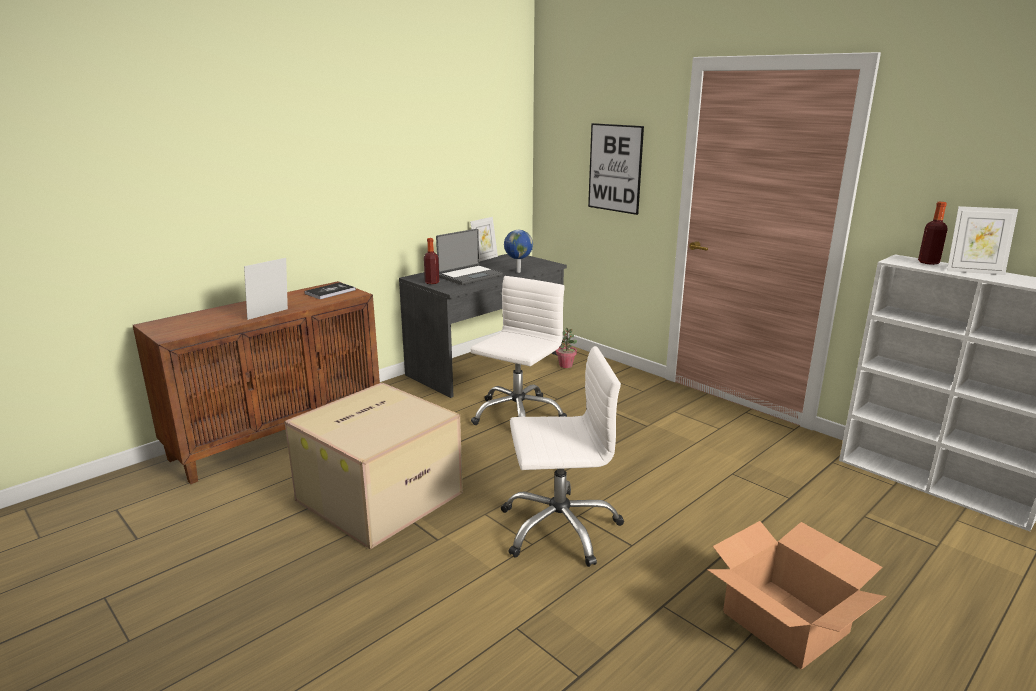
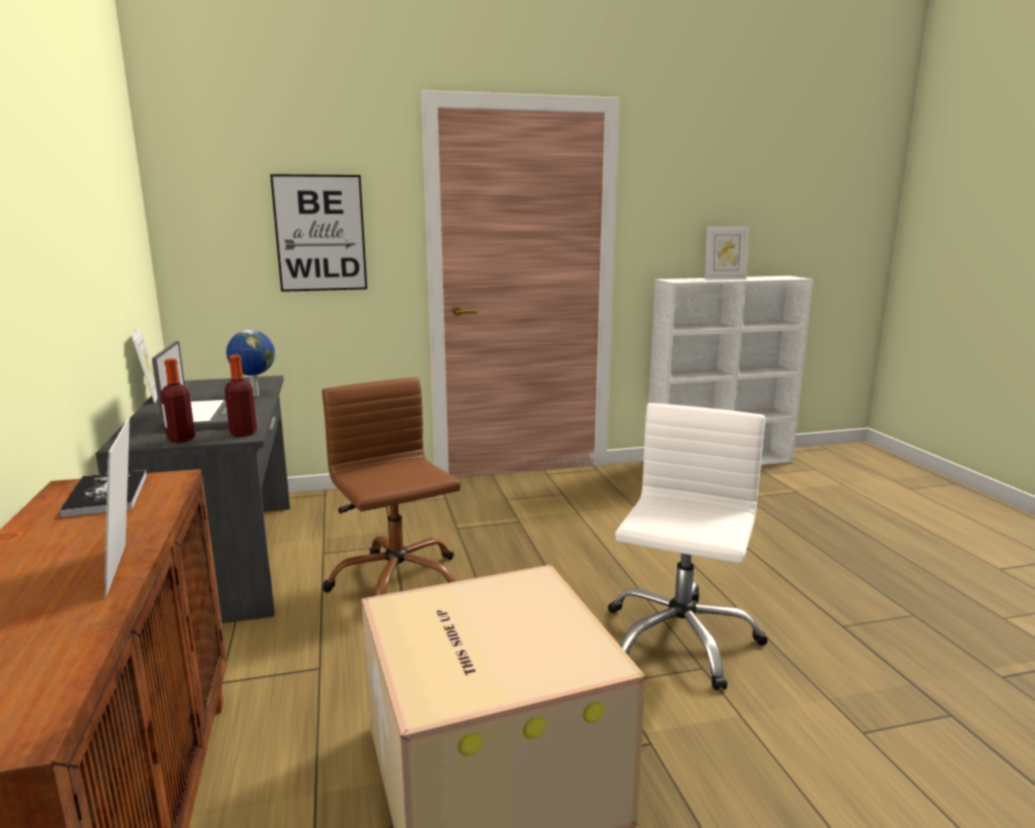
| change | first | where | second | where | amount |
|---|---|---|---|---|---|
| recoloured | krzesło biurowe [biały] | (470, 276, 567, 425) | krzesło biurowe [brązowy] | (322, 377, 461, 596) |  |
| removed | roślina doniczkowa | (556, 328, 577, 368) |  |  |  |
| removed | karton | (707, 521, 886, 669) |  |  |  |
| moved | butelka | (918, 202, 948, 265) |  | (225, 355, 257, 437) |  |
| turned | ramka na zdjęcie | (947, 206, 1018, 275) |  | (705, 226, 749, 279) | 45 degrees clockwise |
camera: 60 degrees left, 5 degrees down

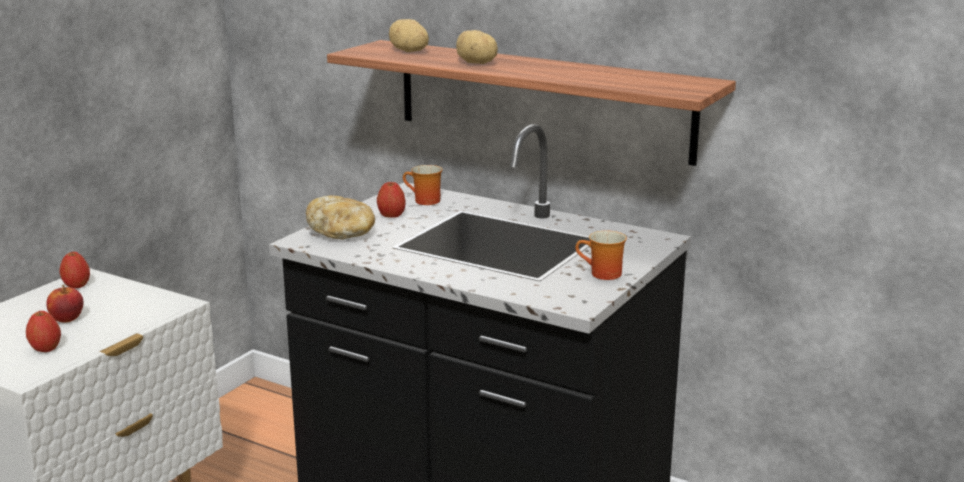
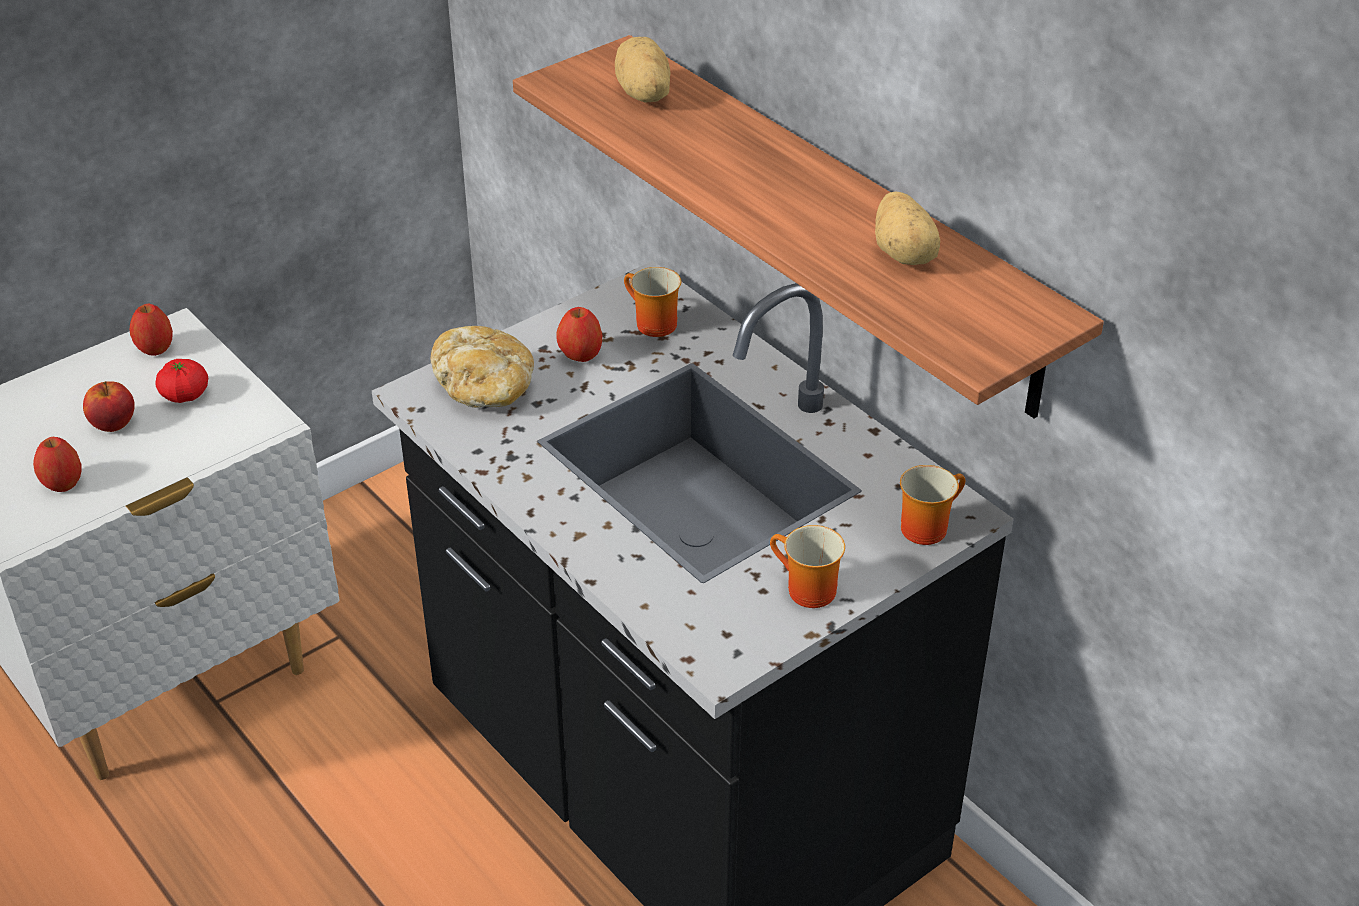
| change | first | where | second | where | amount |
|---|---|---|---|---|---|
| moved | ziemniak | (456, 30, 498, 64) |  | (875, 191, 940, 265) |  |
| added |  |  | pomidor | (155, 359, 208, 403) |  |
| added |  |  | kubek | (900, 465, 965, 545) |  |
camera: 20 degrees right, 20 degrees up

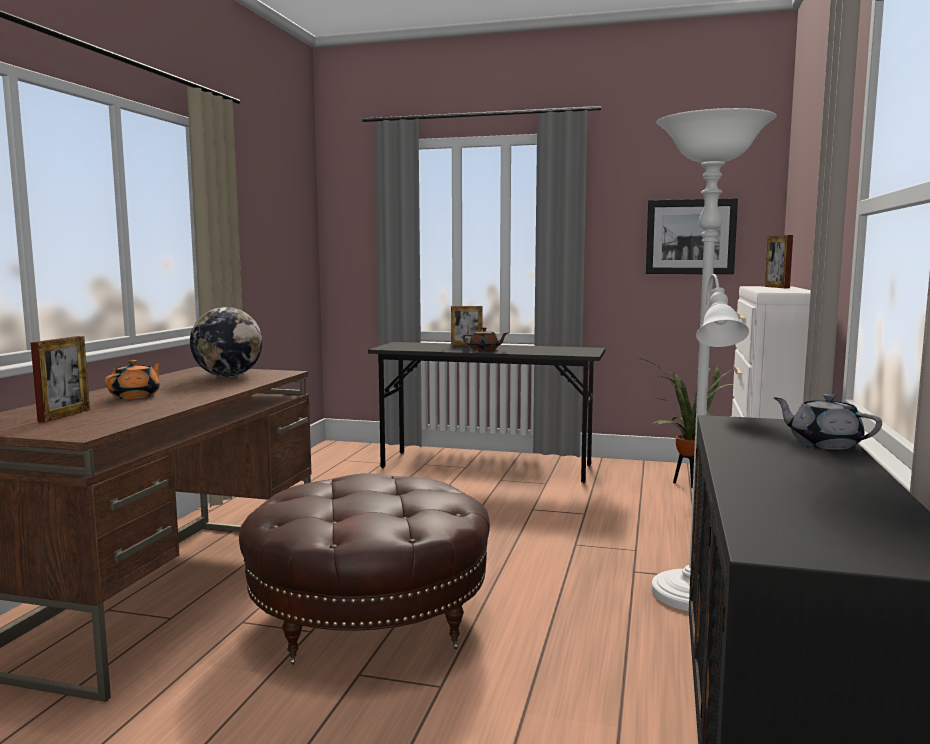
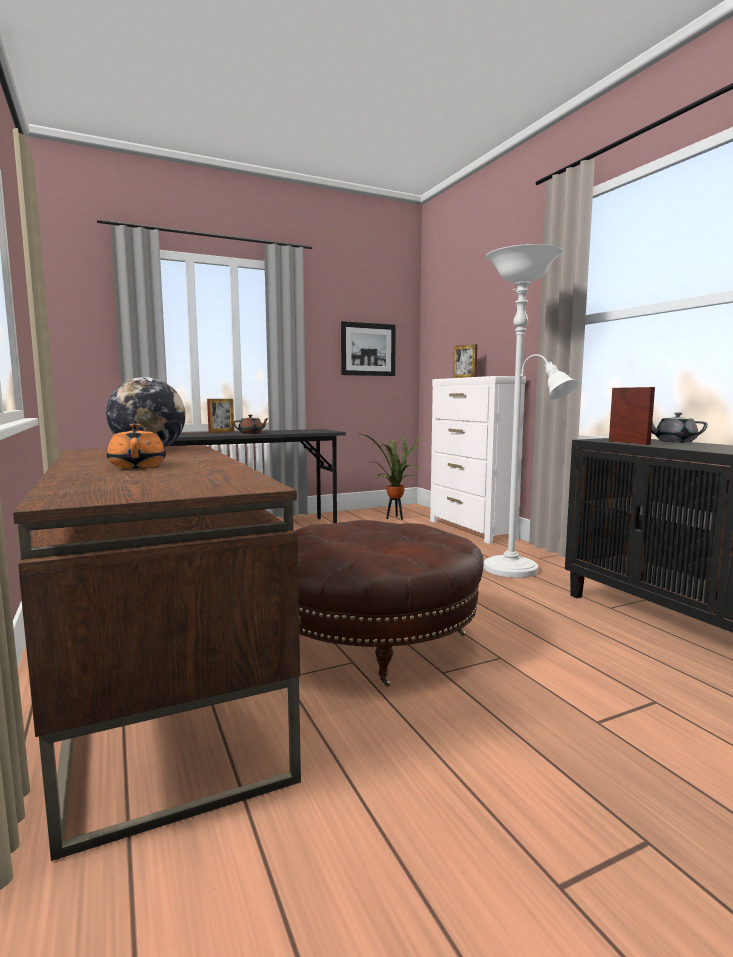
| change | first | where | second | where | amount |
|---|---|---|---|---|---|
| moved | ramka na zdjęcie | (30, 336, 90, 422) |  | (609, 387, 655, 445) |  |
camera: 40 degrees left, 0 degrees up

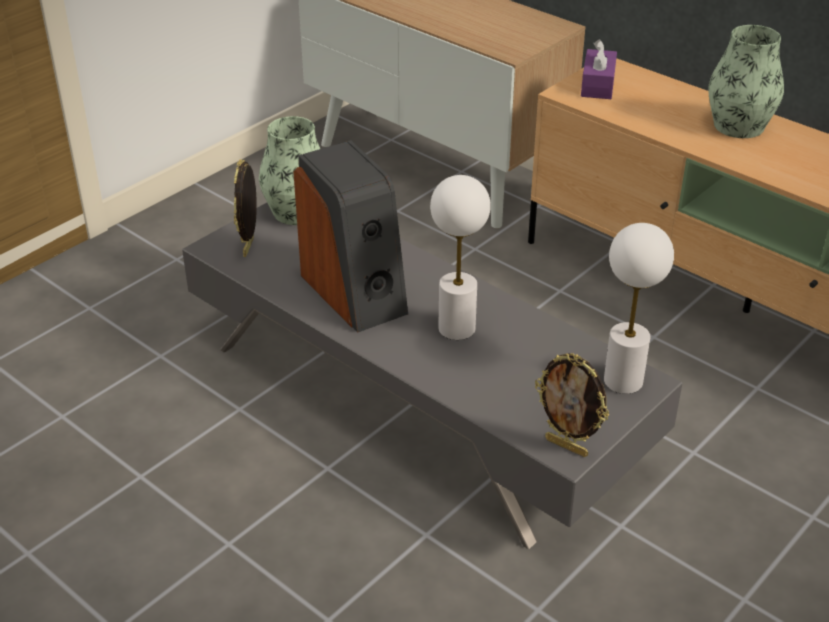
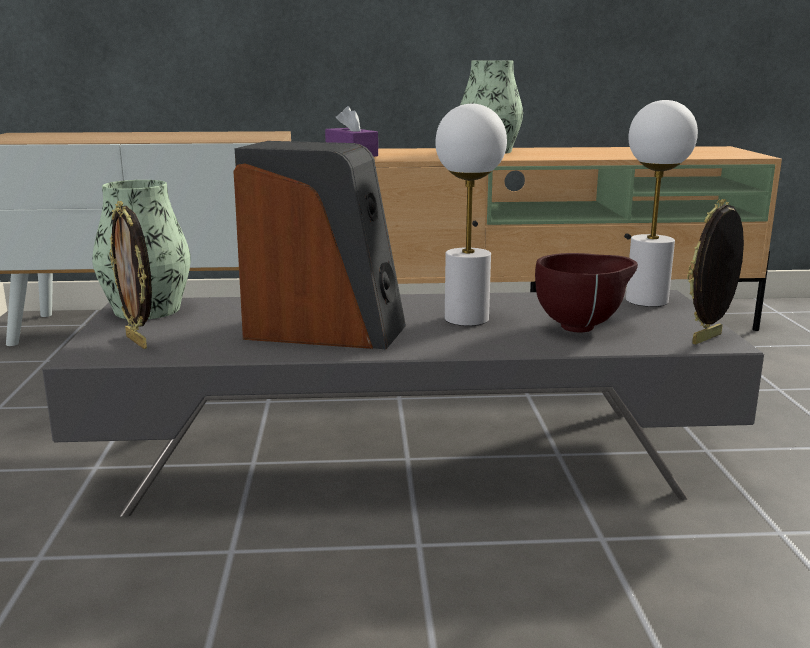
| change | first | where | second | where | amount |
|---|---|---|---|---|---|
| turned | ramka na zdjęcie | (535, 353, 609, 457) |  | (687, 199, 744, 345) | 150 degrees clockwise |
| added |  |  | miska [brązowy] | (535, 253, 638, 332) |  |
camera: 45 degrees left, 20 degrees down

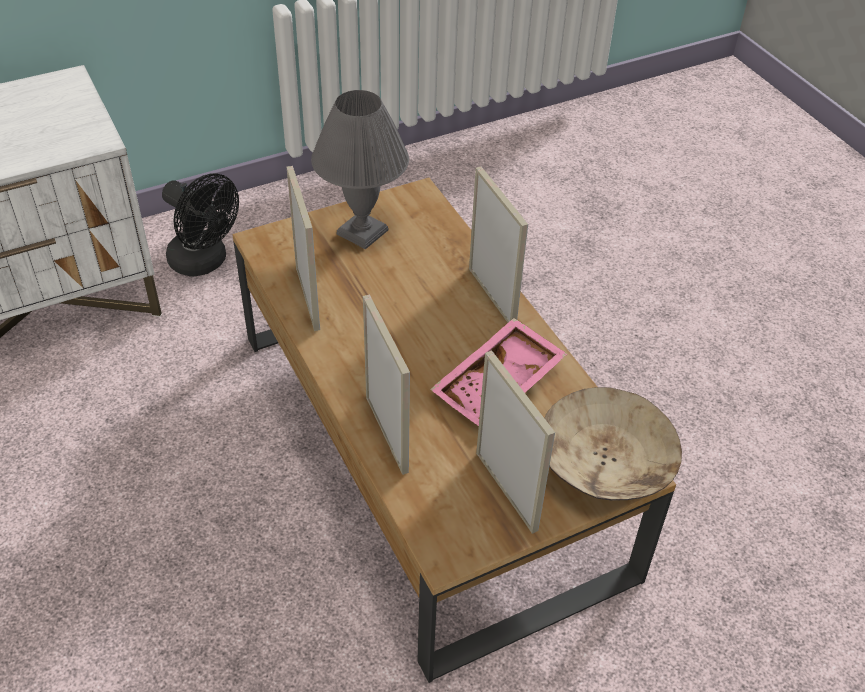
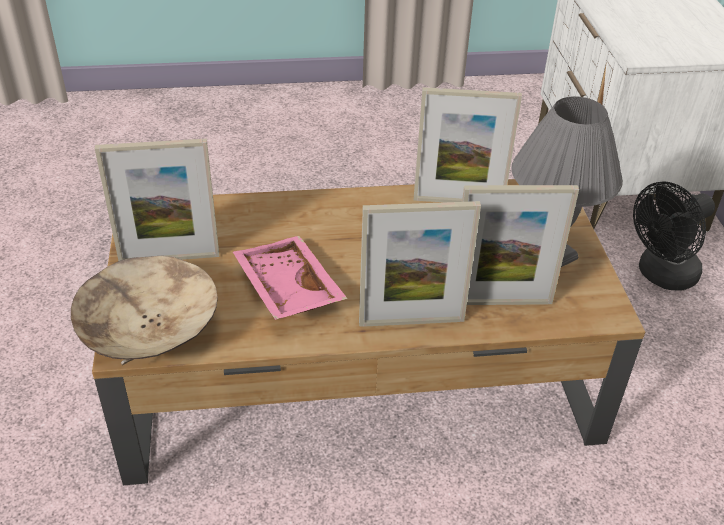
| change | first | where | second | where | amount |
|---|---|---|---|---|---|
| moved | ramka na zdjęcie | (363, 294, 410, 475) |  | (462, 185, 579, 305) |  |
camera: 110 degrees right, 5 degrees down

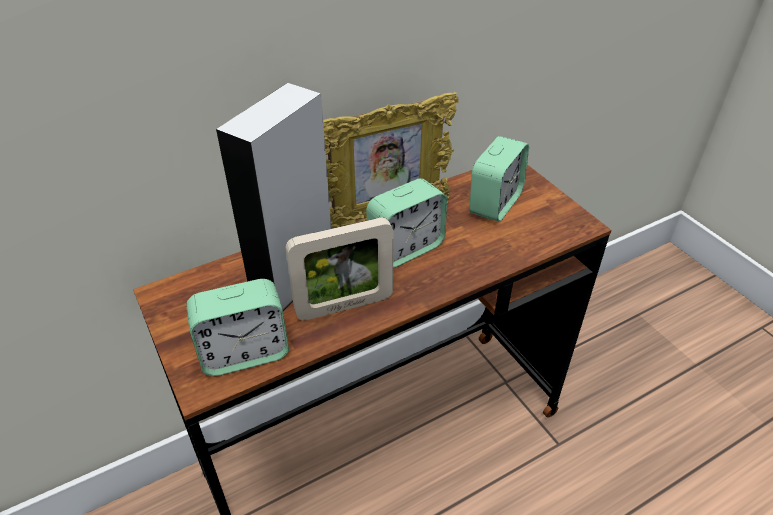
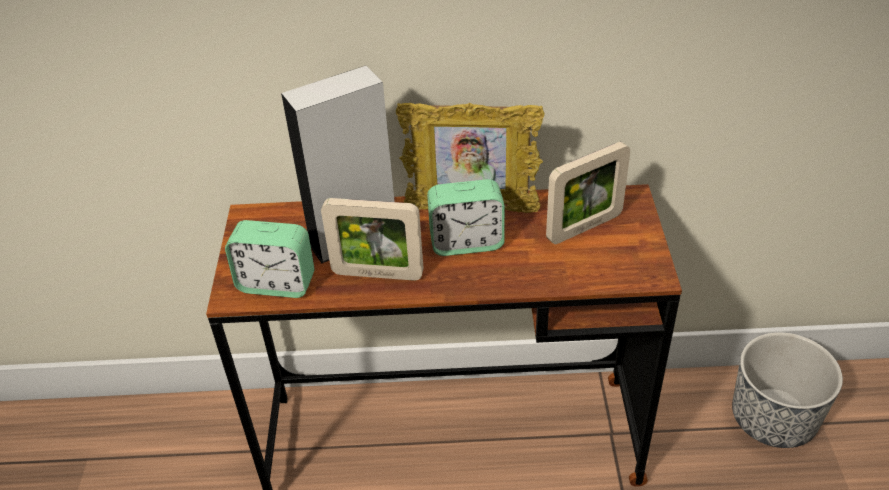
| change | first | where | second | where | amount |
|---|---|---|---|---|---|
| replaced | budzik | (469, 136, 529, 222) | ramka na zdjęcie | (546, 142, 630, 244) |  |
| added |  |  | donica | (732, 332, 843, 448) |  |
camera: 30 degrees right, 0 degrees up

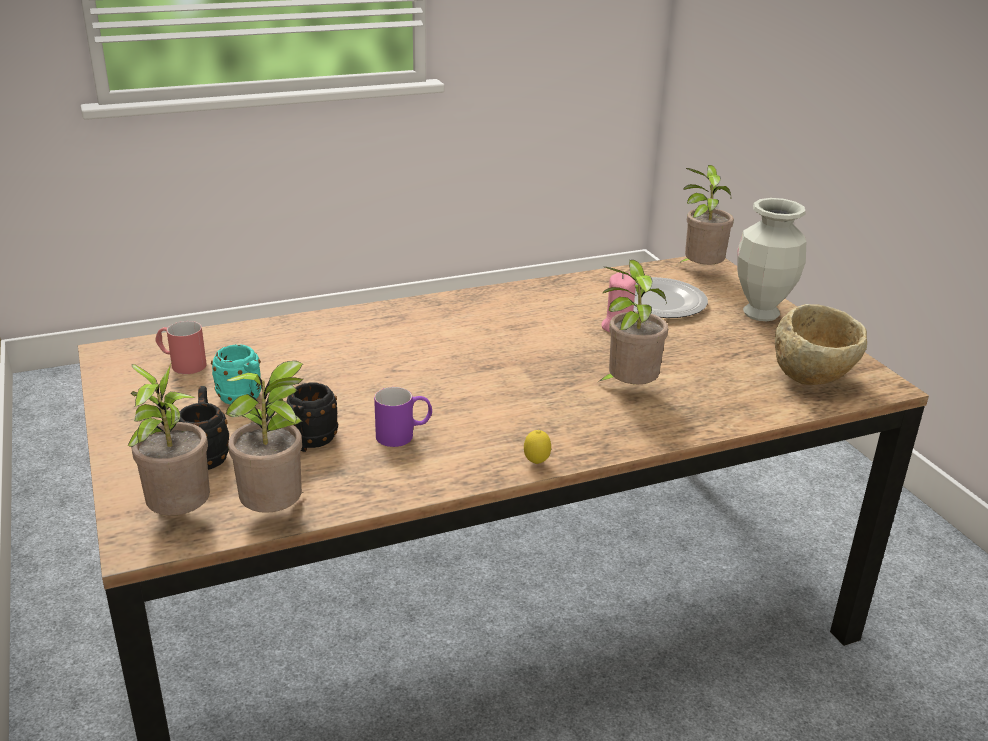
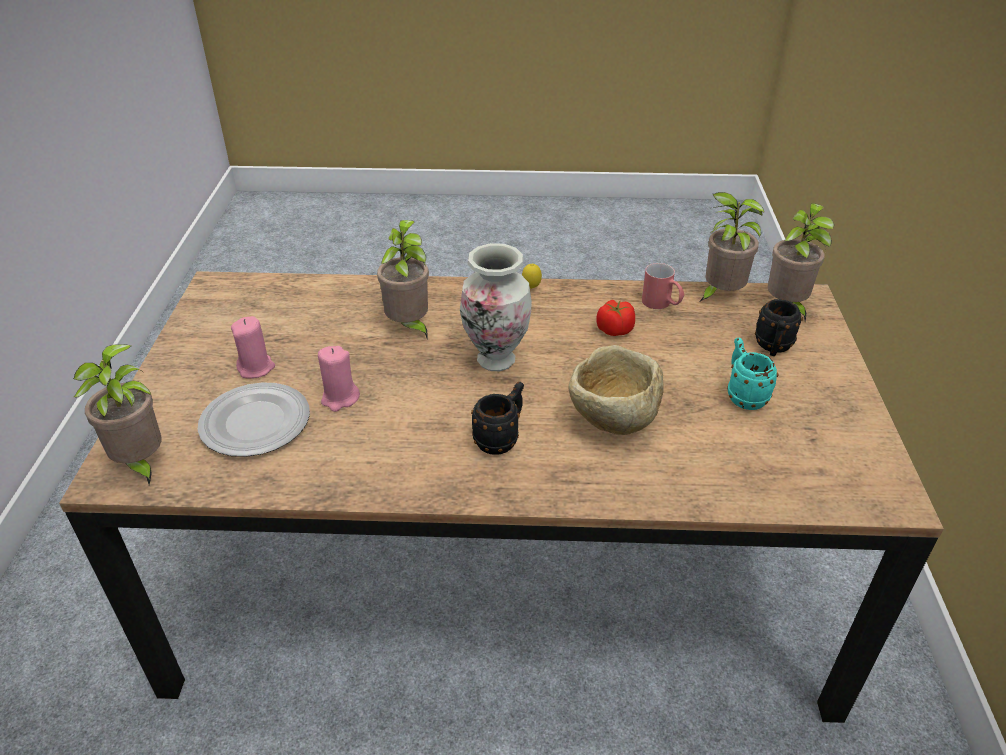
| change | first | where | second | where | amount |
|---|---|---|---|---|---|
| moved | kubek [czerwony] | (155, 321, 207, 374) |  | (642, 263, 684, 309) |  |
| moved | kubek [czarny] | (287, 382, 338, 452) |  | (471, 382, 524, 455) |  |
| replaced | kubek [fioletowy] | (374, 387, 432, 447) | pomidor | (596, 300, 635, 336) |  |
| moved | wazon | (737, 198, 806, 321) |  | (460, 243, 532, 371) |  |
| moved | miska [beżowy] | (775, 304, 867, 385) |  | (568, 345, 664, 435) |  |
| added |  |  | świeca [różowy] | (231, 316, 275, 378) |  |
camera: 155 degrees left, 10 degrees up

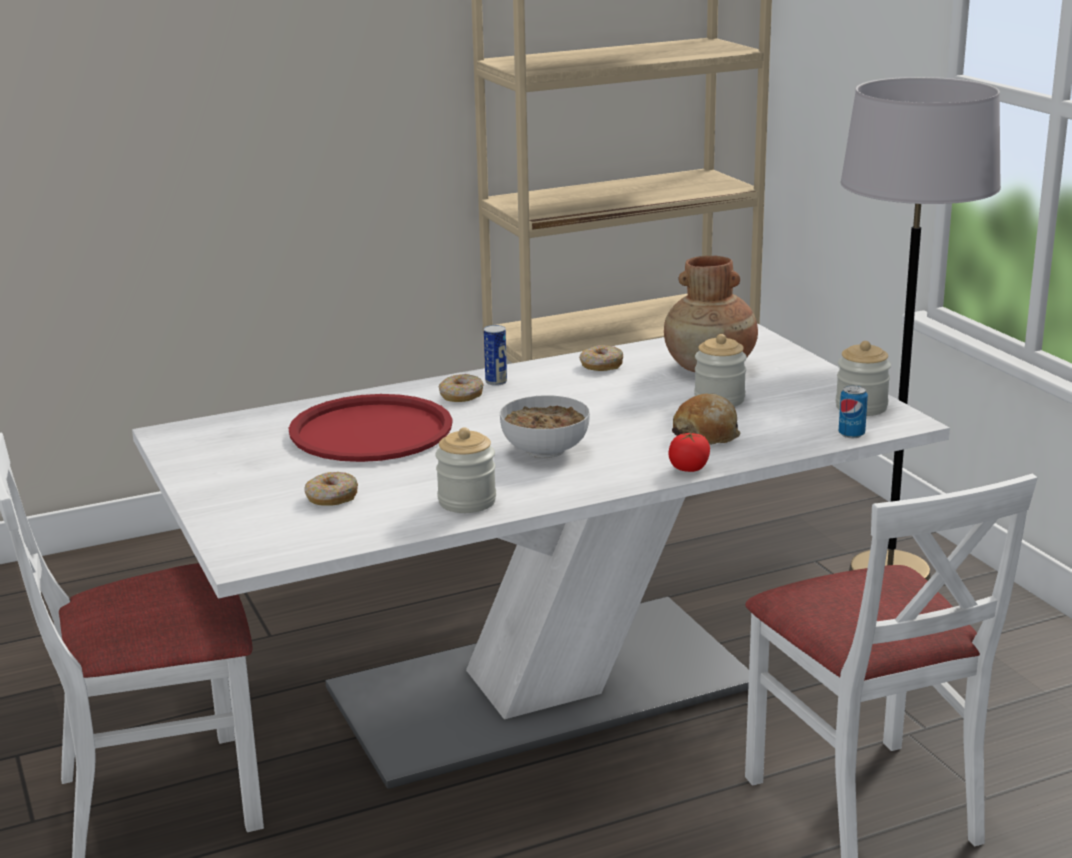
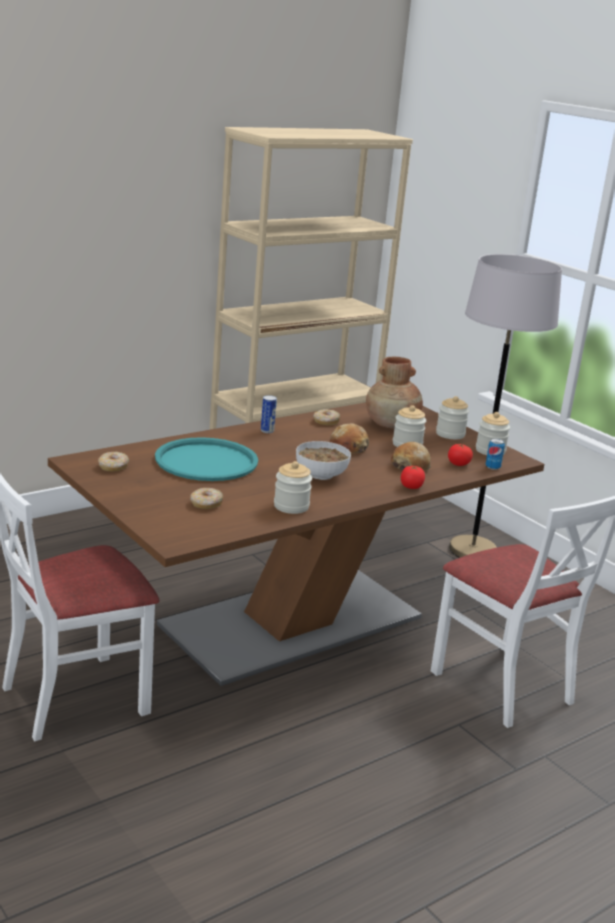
| change | first | where | second | where | amount |
|---|---|---|---|---|---|
| recoloured | stół jadalny [biały] | (132, 323, 950, 789) | stół jadalny [brązowy] | (48, 402, 544, 686) |  |
| recoloured | taca [czerwony] | (289, 394, 453, 462) | taca [turkusowy] | (155, 437, 258, 481) |  |
| moved | donut | (439, 374, 484, 402) |  | (98, 452, 129, 472) |  |
| added |  |  | chleb | (330, 424, 369, 454) |  |
| added |  |  | słoik | (436, 396, 469, 439) |  |
| added |  |  | pomidor | (448, 444, 473, 466) |  |
camera: 15 degrees left, 0 degrees up

